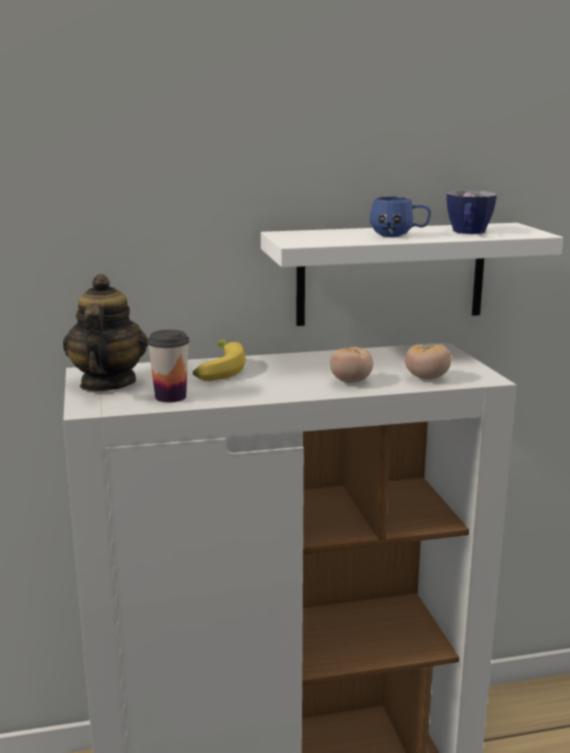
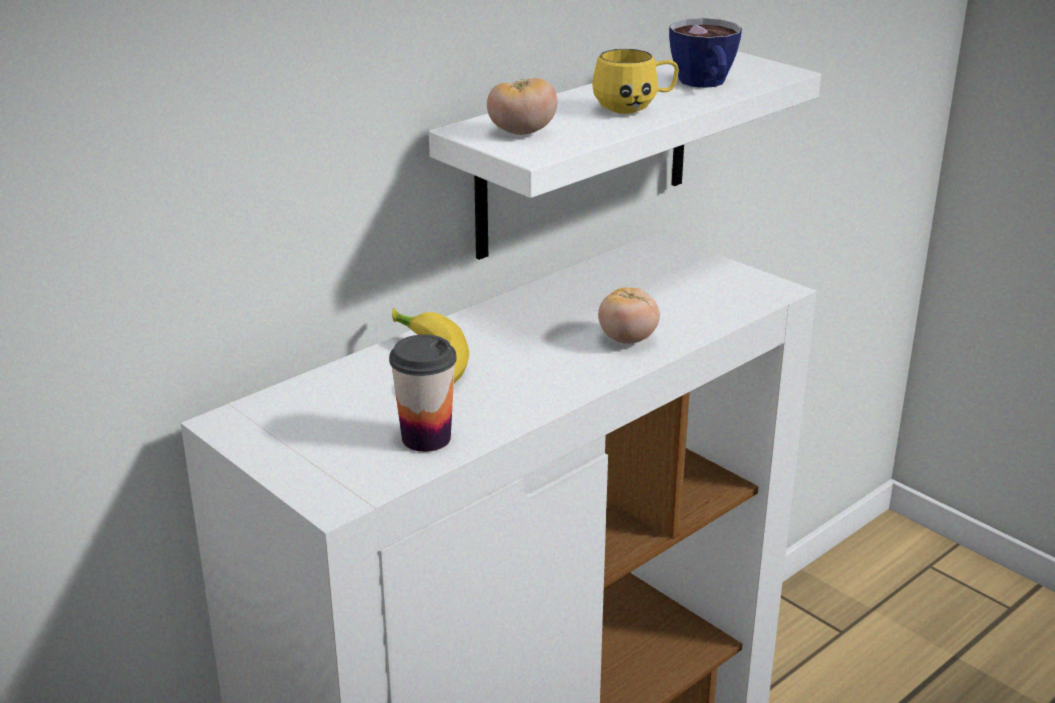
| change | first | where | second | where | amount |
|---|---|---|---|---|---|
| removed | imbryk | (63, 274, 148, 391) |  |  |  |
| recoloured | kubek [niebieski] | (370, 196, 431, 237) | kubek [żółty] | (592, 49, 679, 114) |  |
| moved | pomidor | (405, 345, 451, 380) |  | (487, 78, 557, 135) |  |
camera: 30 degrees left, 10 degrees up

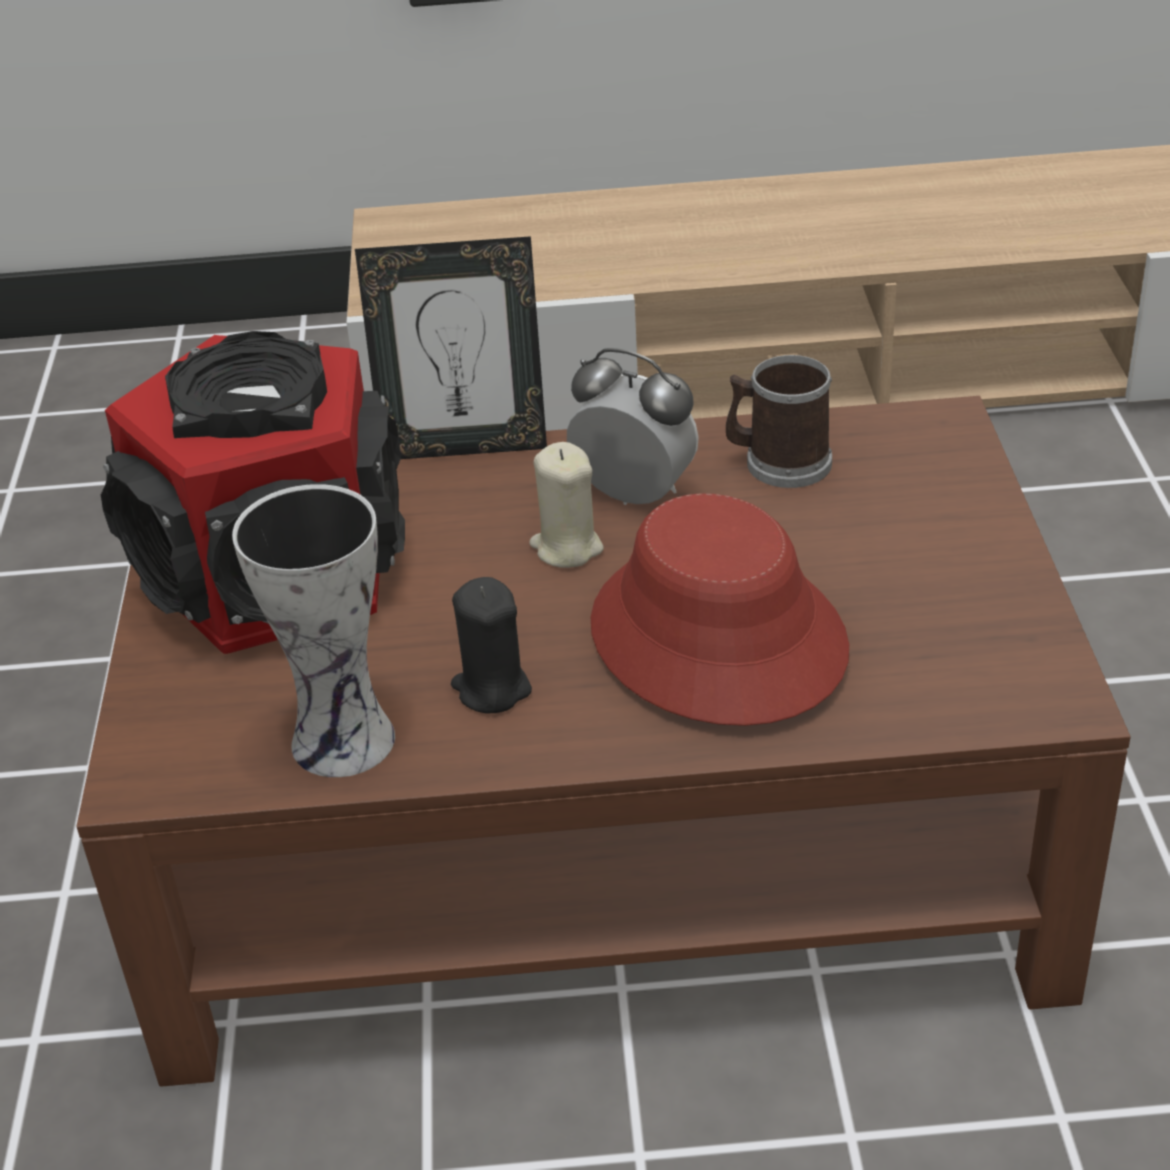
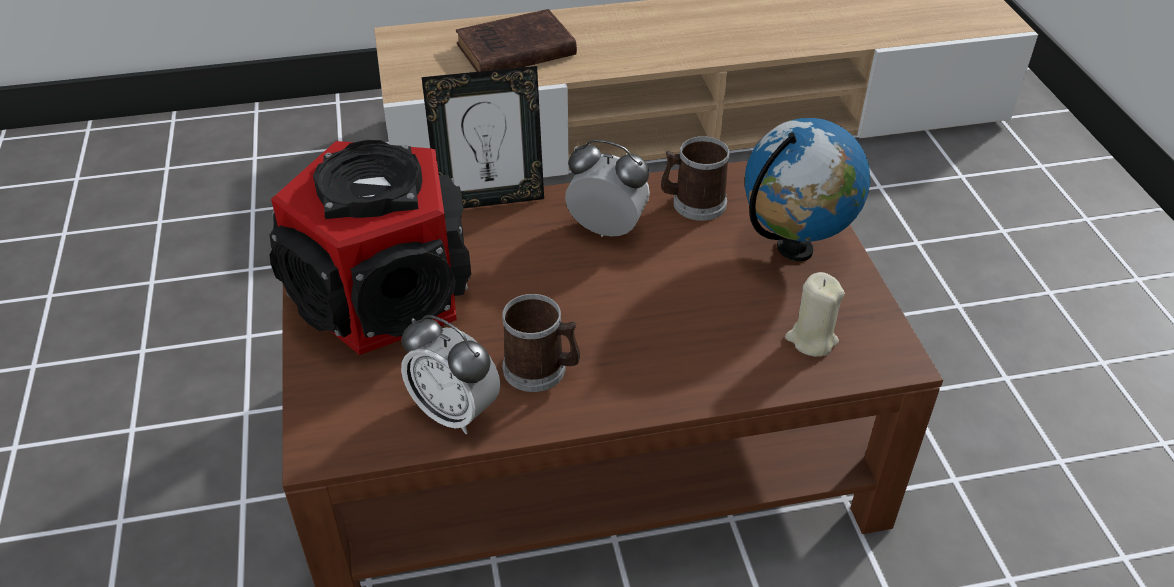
| change | first | where | second | where | amount |
|---|---|---|---|---|---|
| replaced | wazon | (232, 484, 395, 777) | budzik | (401, 315, 500, 434) |  |
| replaced | świeca [czarny] | (451, 577, 532, 713) | kubek | (502, 294, 580, 392) |  |
| moved | świeca [beżowy] | (529, 442, 604, 568) |  | (785, 272, 845, 357) |  |
| removed | kapelusz [czerwony] | (590, 493, 849, 726) |  |  |  |
| added |  |  | książka [brązowy] | (456, 9, 577, 72) |  |
| added |  |  | globus | (745, 118, 870, 261) |  |
camera: 10 degrees left, 5 degrees up

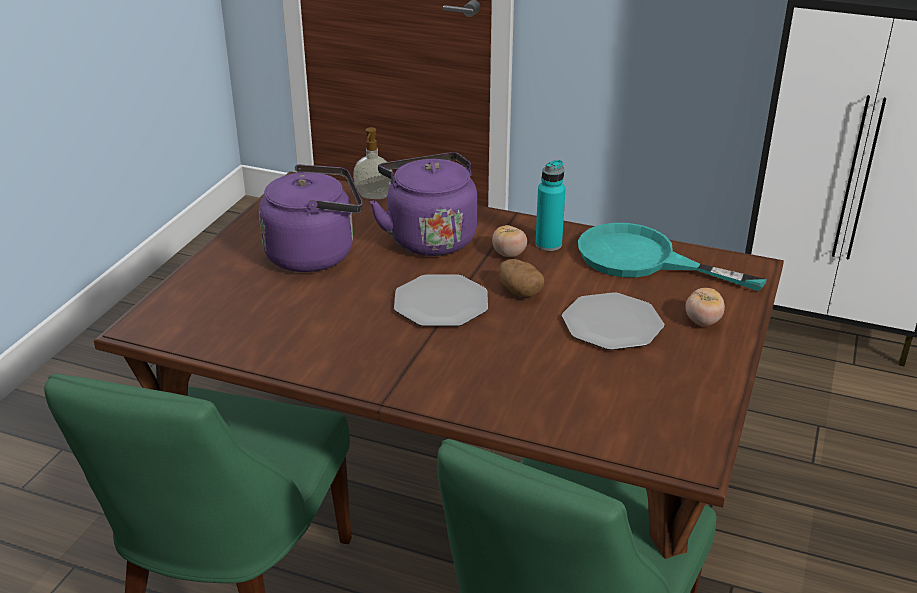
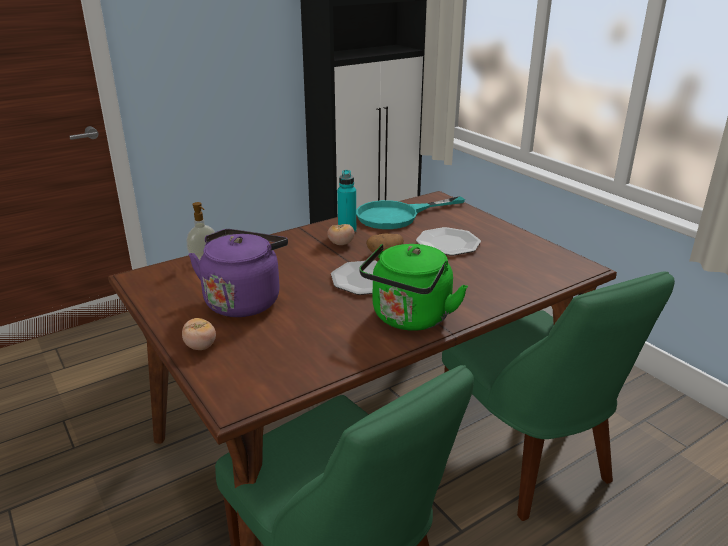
| change | first | where | second | where | amount |
|---|---|---|---|---|---|
| removed | czajnik [fioletowy] | (370, 152, 477, 256) |  |  |  |
| moved | pomidor | (685, 288, 725, 326) |  | (182, 318, 216, 350) |  |
| added |  |  | czajnik [zielony] | (359, 244, 468, 331) |  |
camera: 55 degrees left, 5 degrees down

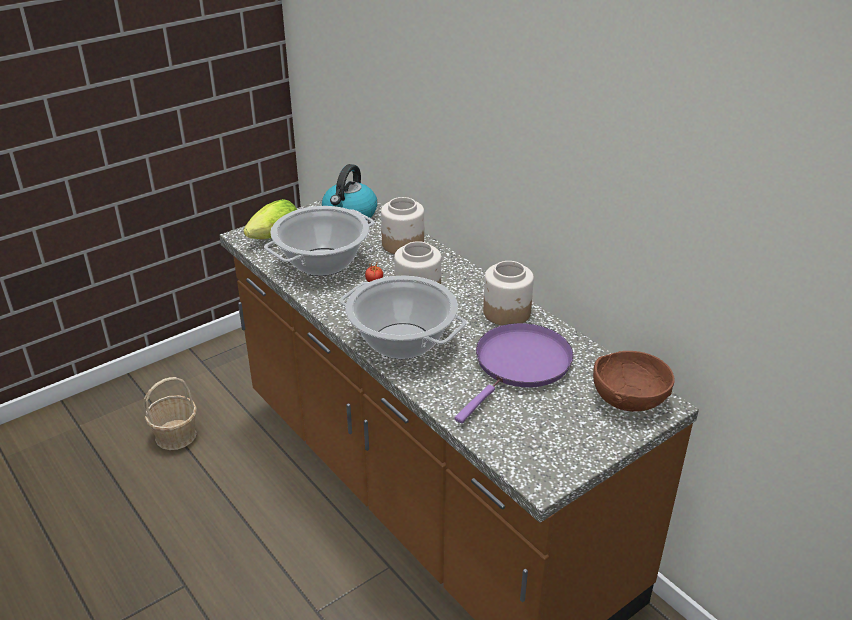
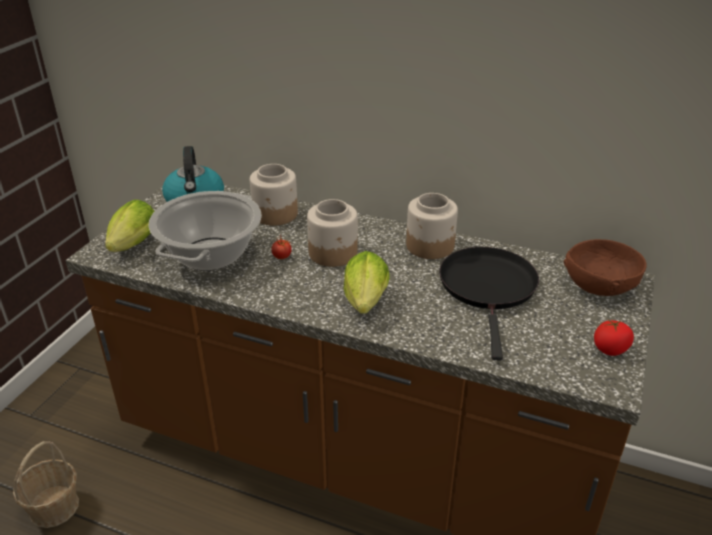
| change | first | where | second | where | amount |
|---|---|---|---|---|---|
| replaced | garnek | (339, 276, 467, 359) | sałata | (344, 251, 390, 314) |  |
| recoloured | patelnia [fioletowy] | (454, 323, 574, 423) | patelnia [czarny] | (439, 247, 539, 360) |  |
| added |  |  | pomidor | (594, 319, 634, 356) |  |
camera: 30 degrees left, 0 degrees up

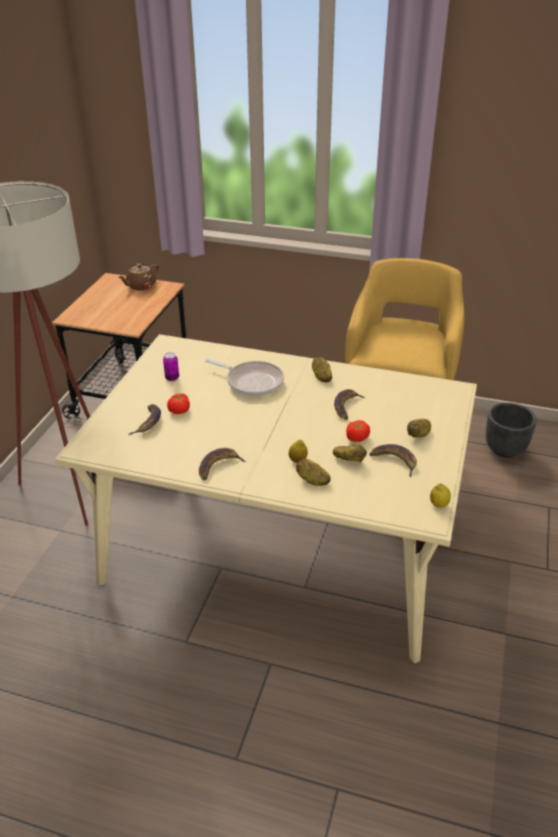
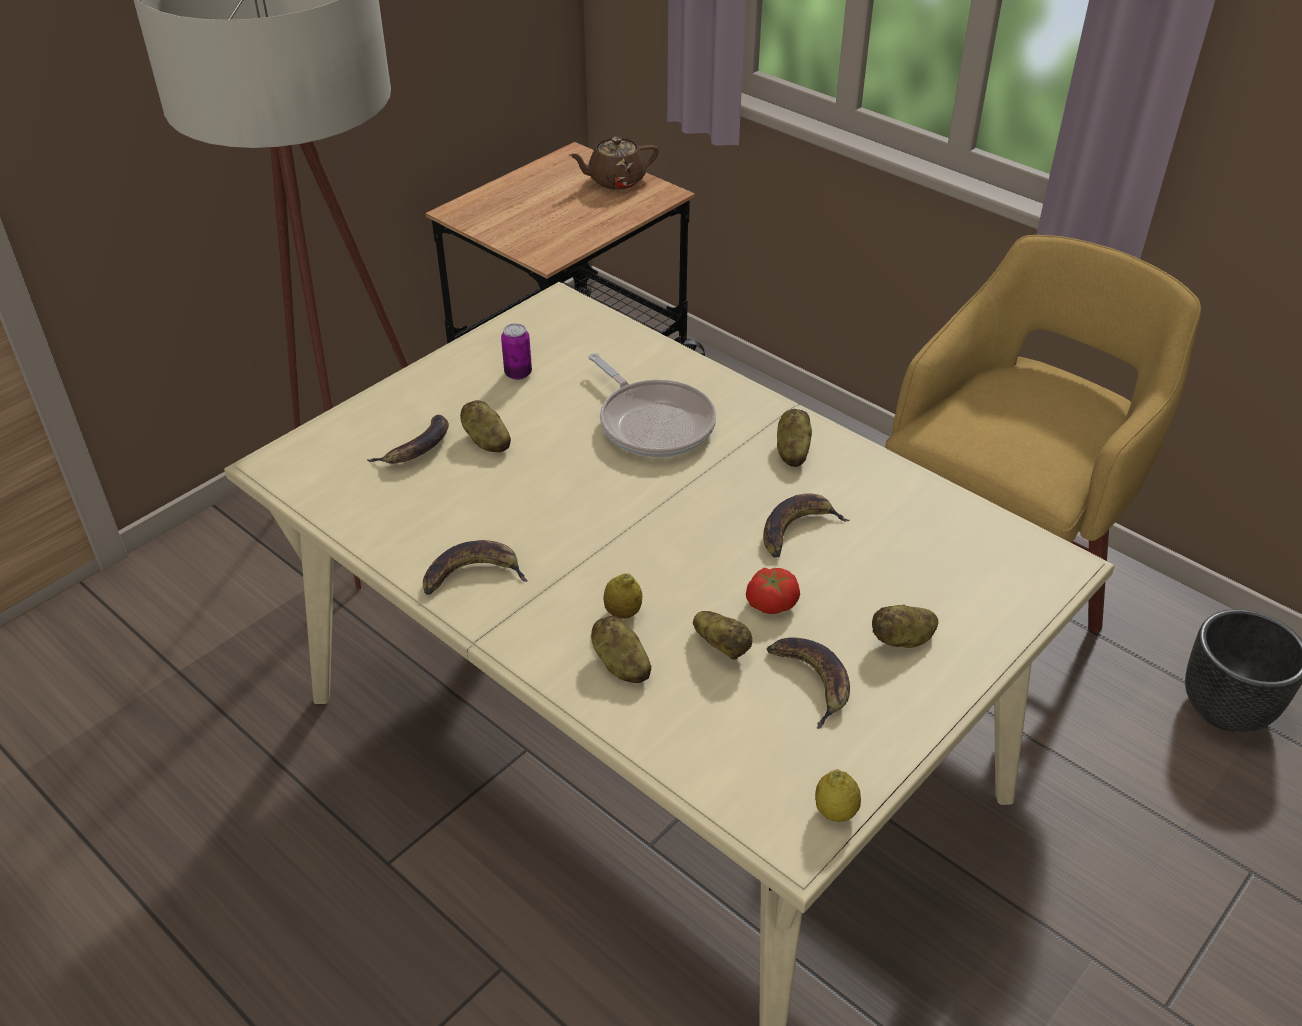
| change | first | where | second | where | amount |
|---|---|---|---|---|---|
| replaced | pomidor | (167, 393, 190, 414) | ziemniak | (460, 400, 511, 452) |  |
camera: 25 degrees right, 5 degrees up

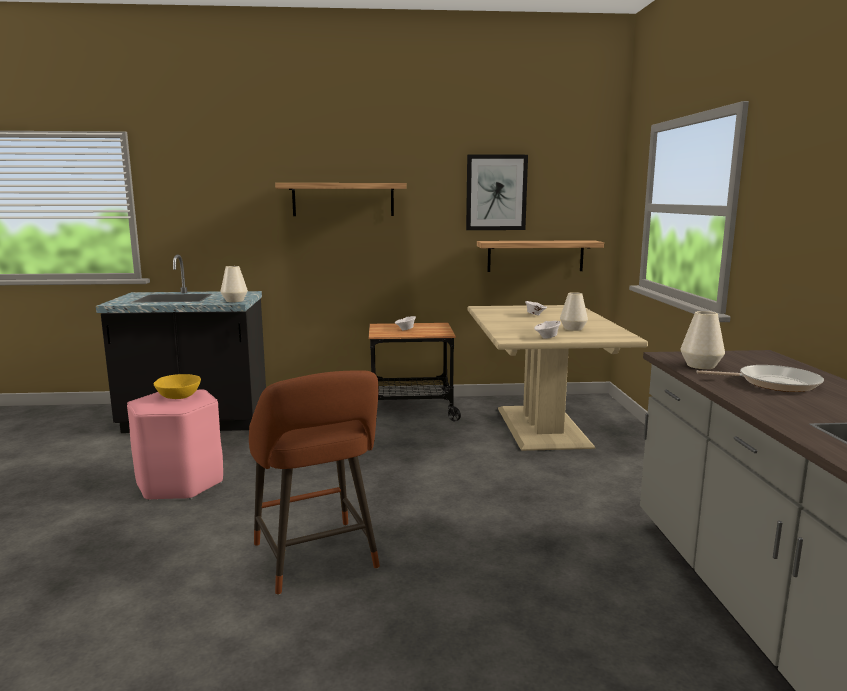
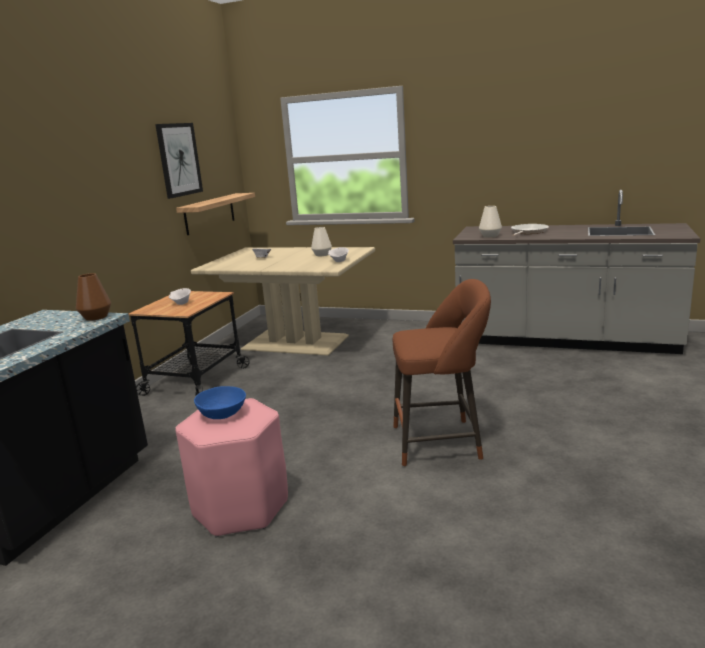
| change | first | where | second | where | amount |
|---|---|---|---|---|---|
| recoloured | miska [żółty] | (154, 374, 201, 399) | miska [niebieski] | (194, 386, 246, 419) |  |
| recoloured | wazon [biały] | (220, 266, 248, 302) | wazon [brązowy] | (76, 273, 111, 321) |  |
| removed | półka | (275, 183, 407, 216) |  |  |  |
camera: 65 degrees left, 5 degrees up

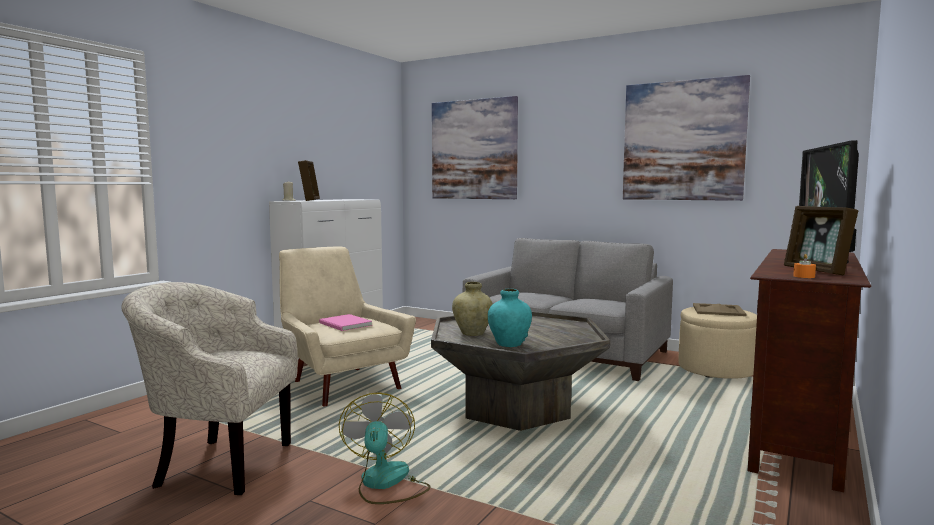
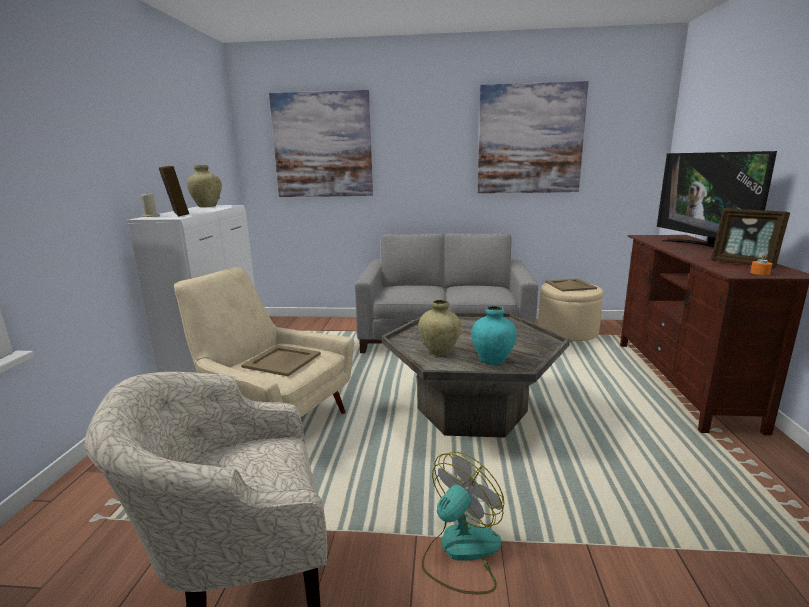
| change | first | where | second | where | amount |
|---|---|---|---|---|---|
| replaced | książka [różowy] | (319, 314, 372, 331) | taca [beżowy] | (241, 345, 321, 376) |  |
| turned | wentylator | (339, 392, 431, 504) |  | (422, 452, 504, 594) | 75 degrees clockwise |
| added |  |  | wazon [beżowy] | (187, 165, 222, 207) |  |
camera: 25 degrees left, 10 degrees up

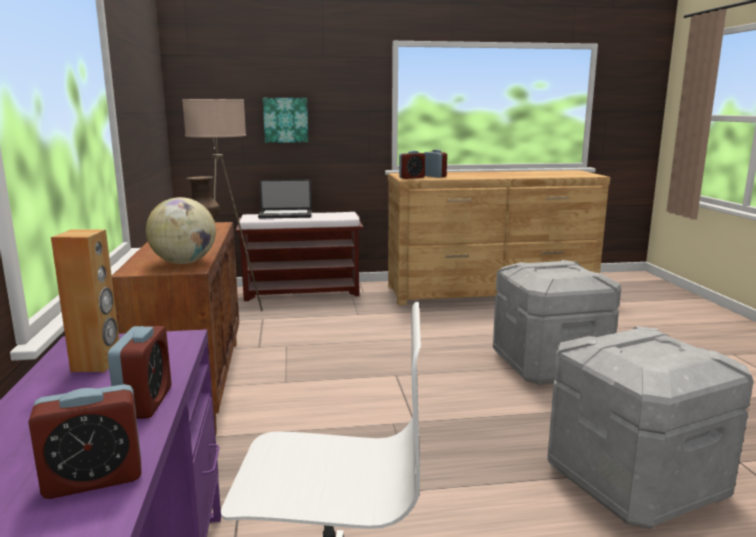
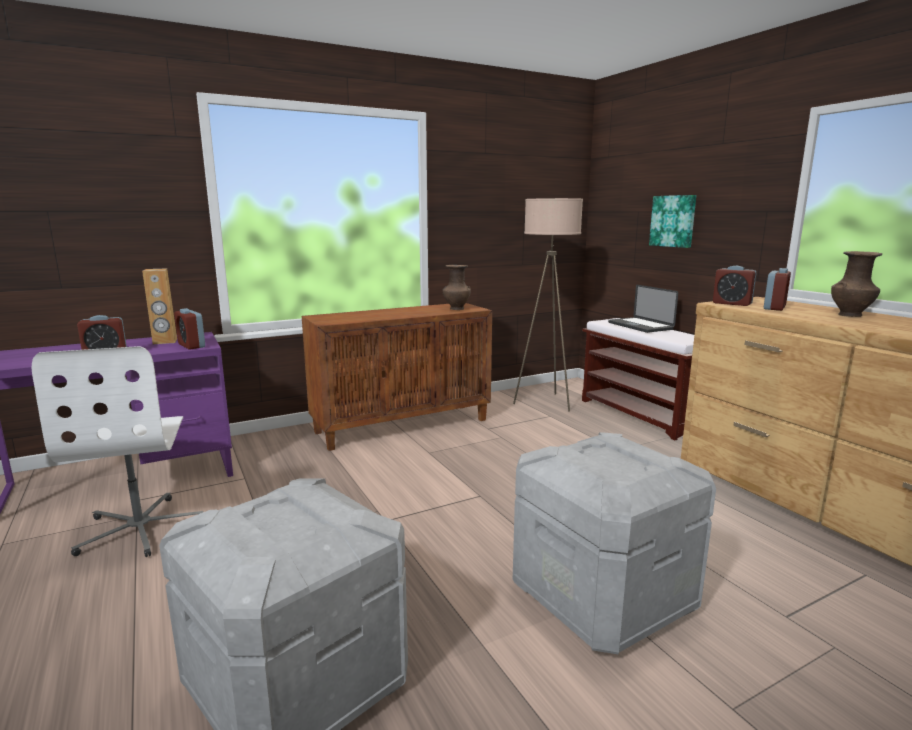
| change | first | where | second | where | amount |
|---|---|---|---|---|---|
| moved | budzik | (28, 384, 142, 499) |  | (174, 308, 205, 350) |  |
| removed | globus | (146, 197, 216, 264) |  |  |  |
| added |  |  | wazon [brązowy] | (831, 251, 882, 317) |  |
camera: 70 degrees right, 0 degrees up

